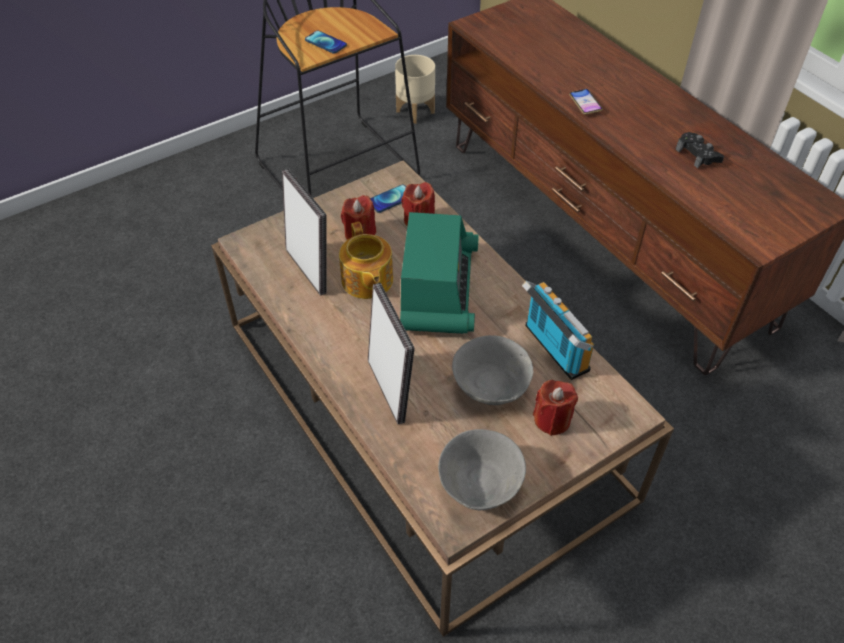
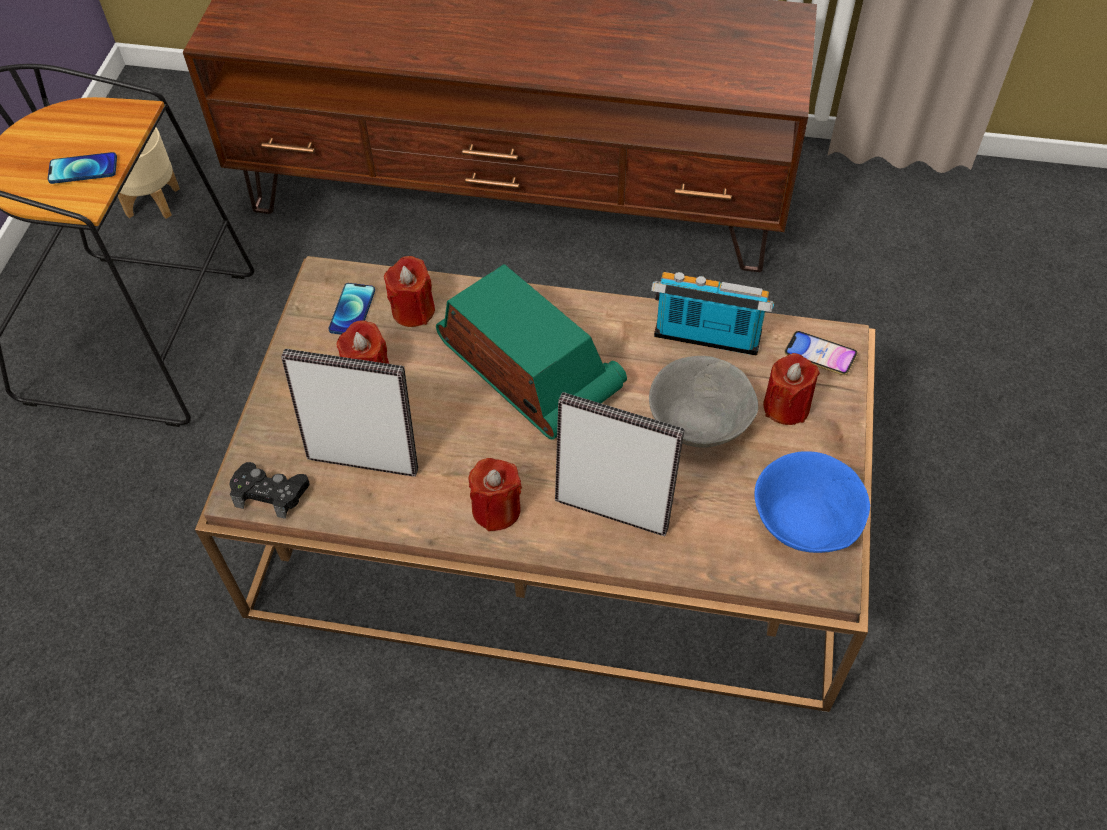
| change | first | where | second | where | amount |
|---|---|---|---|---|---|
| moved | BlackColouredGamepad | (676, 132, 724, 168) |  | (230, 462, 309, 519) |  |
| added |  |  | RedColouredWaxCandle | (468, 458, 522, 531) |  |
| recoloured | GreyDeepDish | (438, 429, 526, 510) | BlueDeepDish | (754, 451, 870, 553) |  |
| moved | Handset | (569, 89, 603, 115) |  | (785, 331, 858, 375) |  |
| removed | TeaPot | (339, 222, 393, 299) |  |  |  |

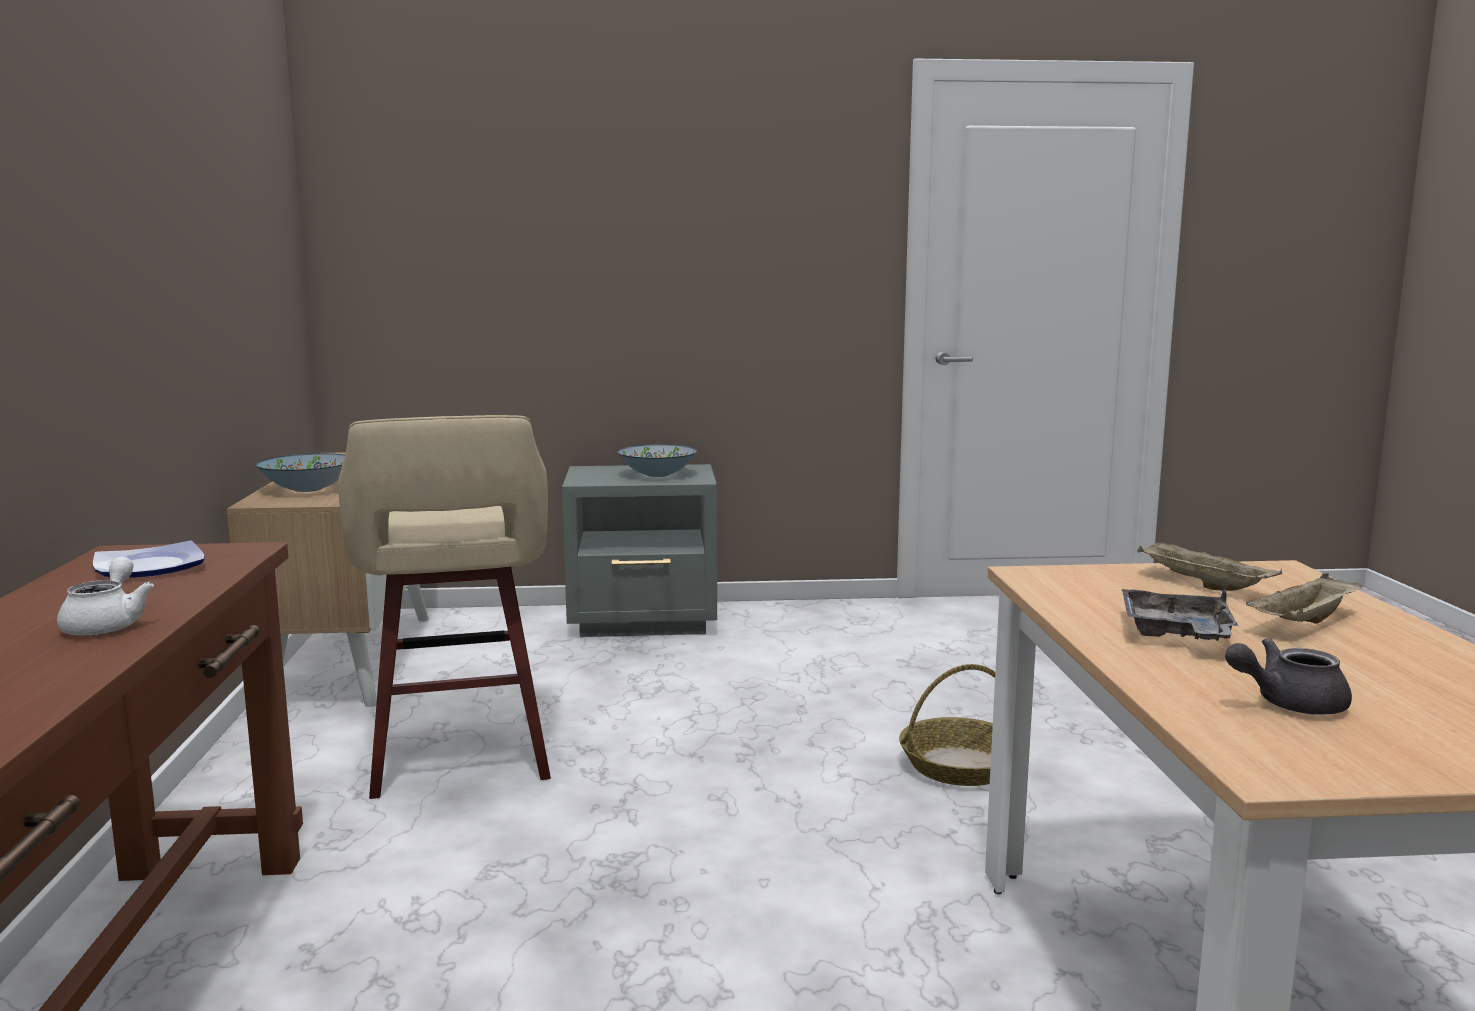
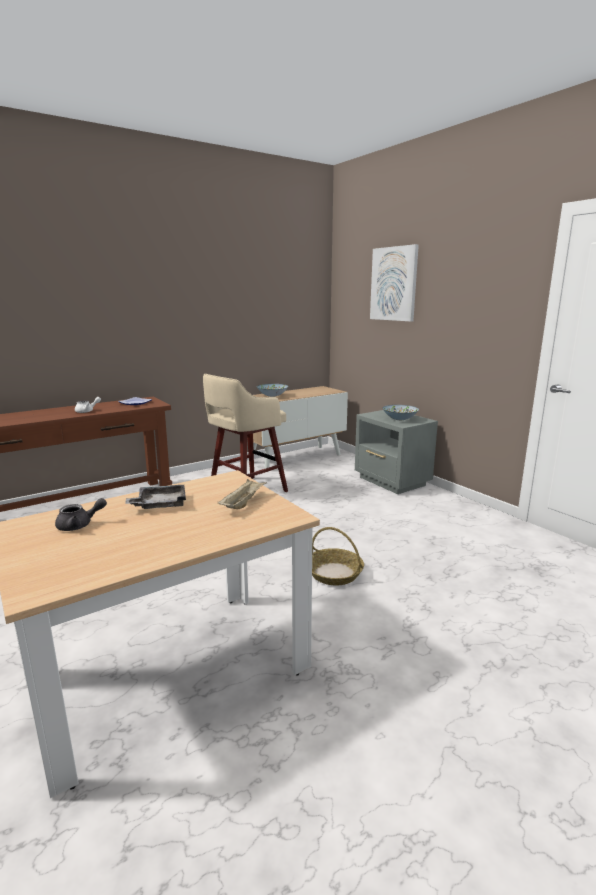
| change | first | where | second | where | amount |
|---|---|---|---|---|---|
| turned | GreyTeaPot | (1225, 638, 1352, 715) |  | (55, 498, 107, 531) | 105 degrees clockwise |
| added |  |  | WallPicture | (370, 244, 419, 322) |  |
| removed | SandColouredTray | (1246, 573, 1362, 624) |  |  |  |

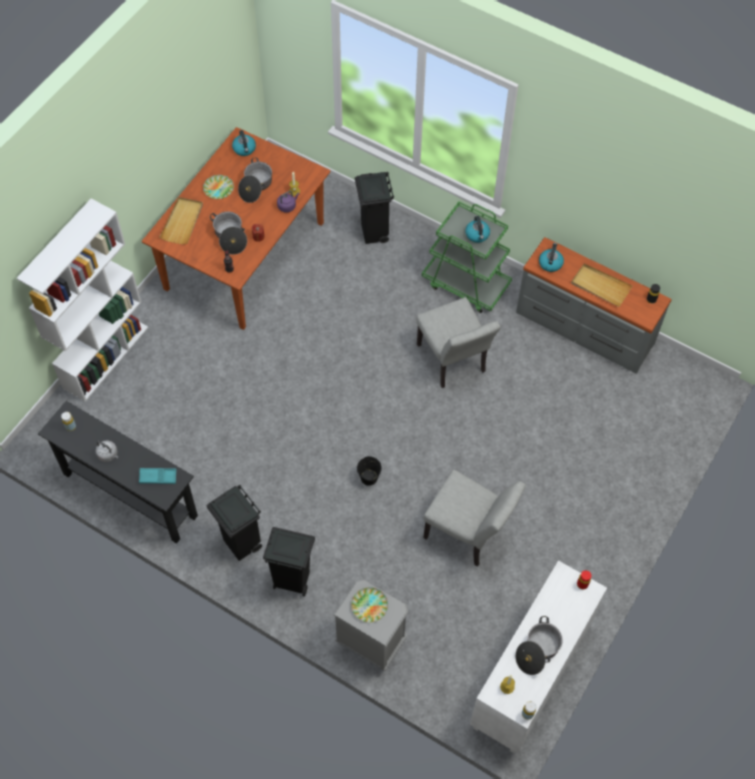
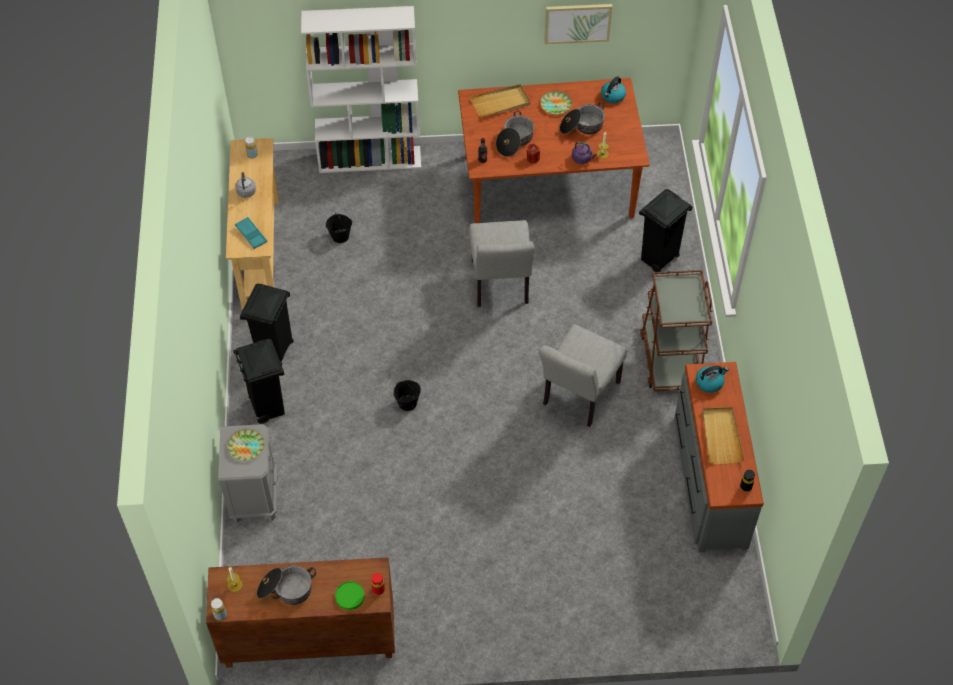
| change | first | where | second | where | amount |
|---|---|---|---|---|---|
| recoloured | WhitishCupboard | (470, 560, 607, 754) | BrownCupboard | (206, 557, 395, 668) |  |
| recoloured | BlackColouredConsoleTable | (38, 401, 198, 544) | SandColouredConsoleTable | (226, 138, 279, 309) |  |
| added |  |  | BlackColouredPail | (326, 212, 352, 243) |  |
| added |  |  | GreenishPlate | (335, 582, 364, 610) |  |
| moved | GreyPlainChair | (423, 470, 526, 567) |  | (469, 220, 535, 307) |  |
| added |  |  | WallPicture | (544, 4, 613, 44) |  |
| recoloured | GreenishCart | (422, 201, 512, 313) | BrownCart | (640, 270, 712, 391) |  |
| removed | WaterKettle | (465, 216, 490, 243) |  |  |  |

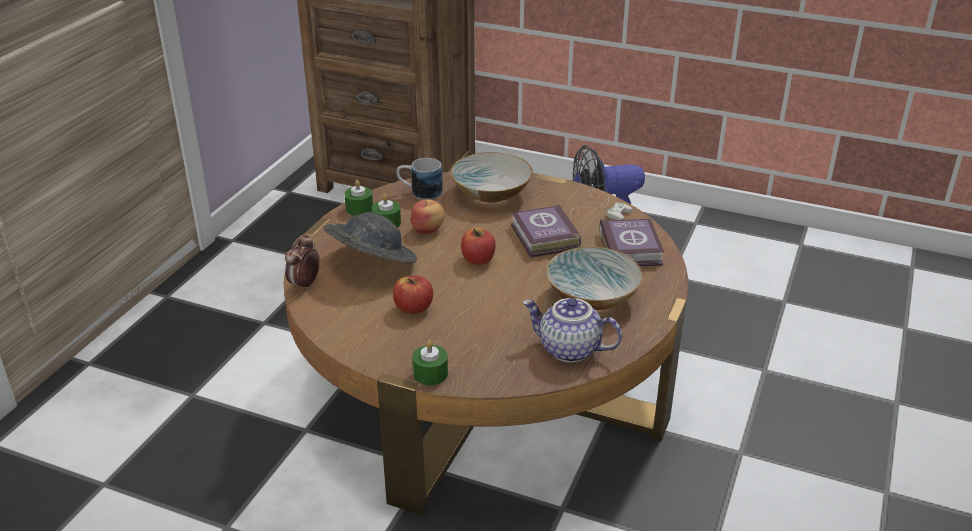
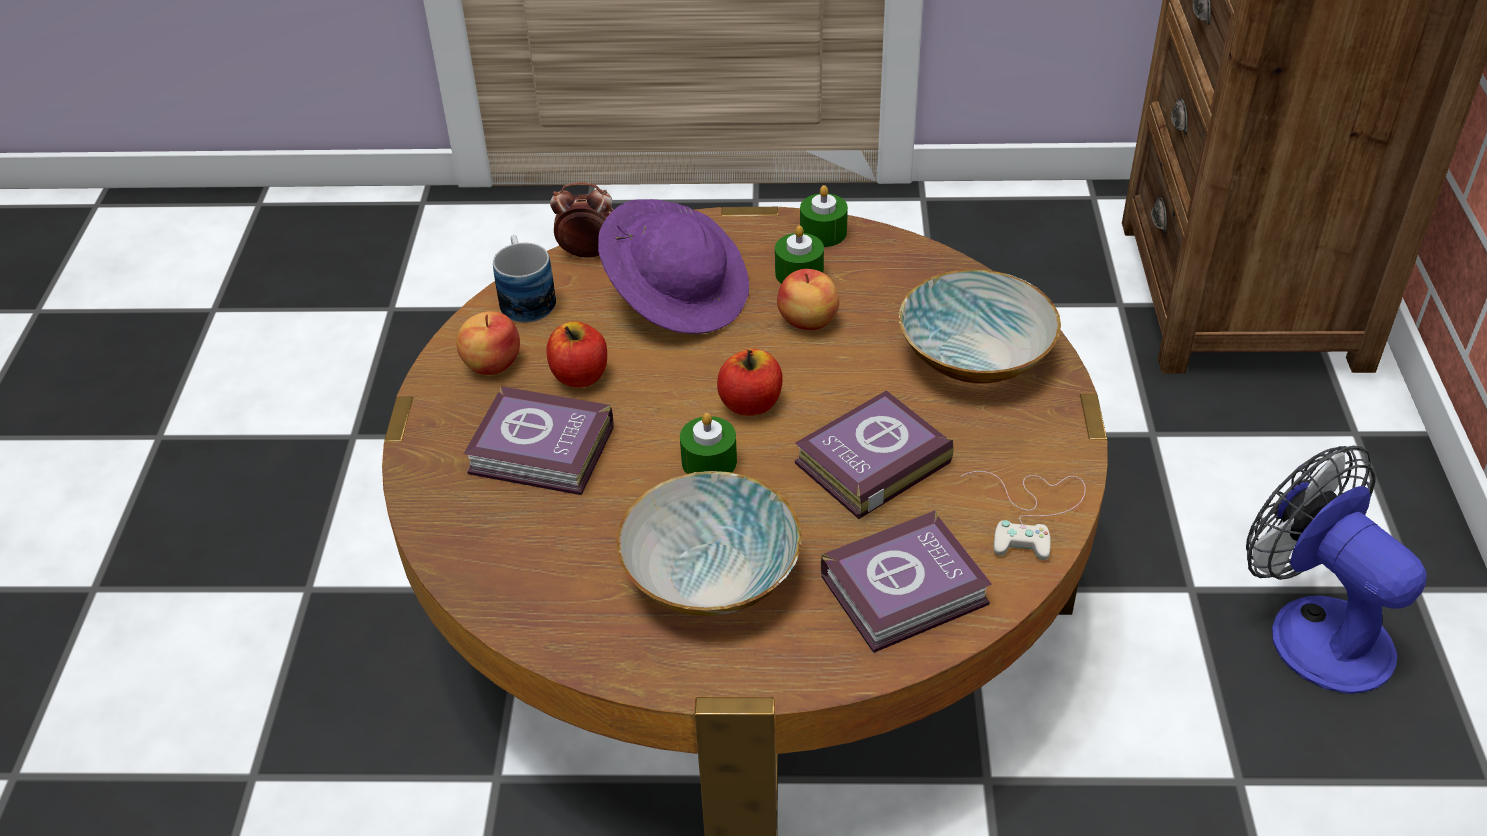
| change | first | where | second | where | amount |
|---|---|---|---|---|---|
| added |  |  | AppleFruit | (456, 311, 520, 375) |  |
| added |  |  | BoundBook | (464, 386, 613, 495) |  |
| moved | Mug | (397, 158, 443, 200) |  | (493, 235, 556, 323) |  |
| recoloured | GreyClothingHat | (323, 212, 417, 263) | PurpleClothingHat | (598, 199, 749, 334) |  |
| moved | GreenishWaxCandle | (412, 340, 448, 385) |  | (680, 413, 737, 474) |  |
| removed | TeaPot | (523, 298, 622, 363) |  |  |  |

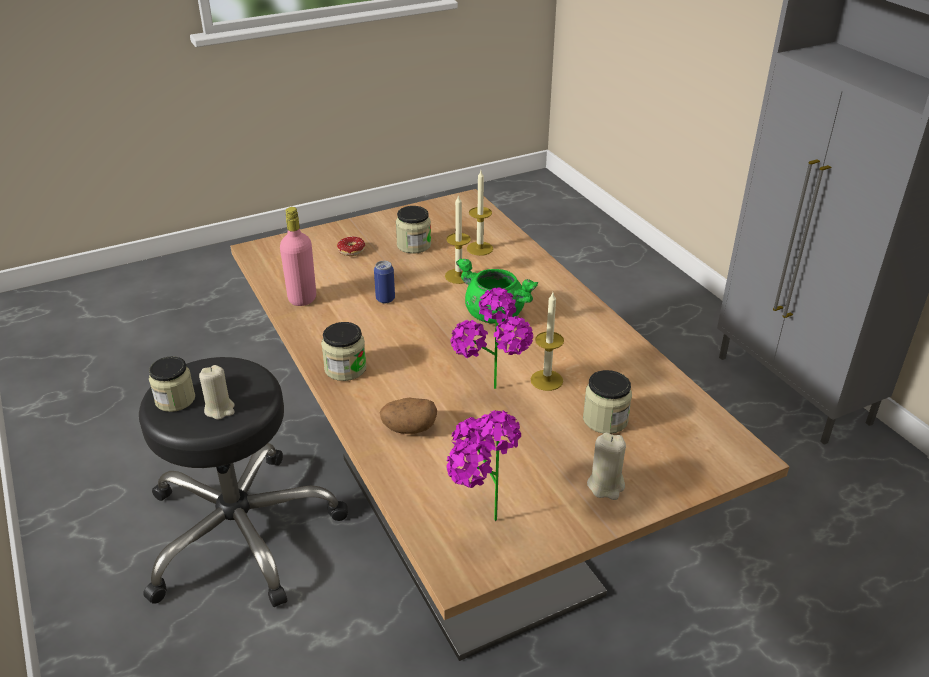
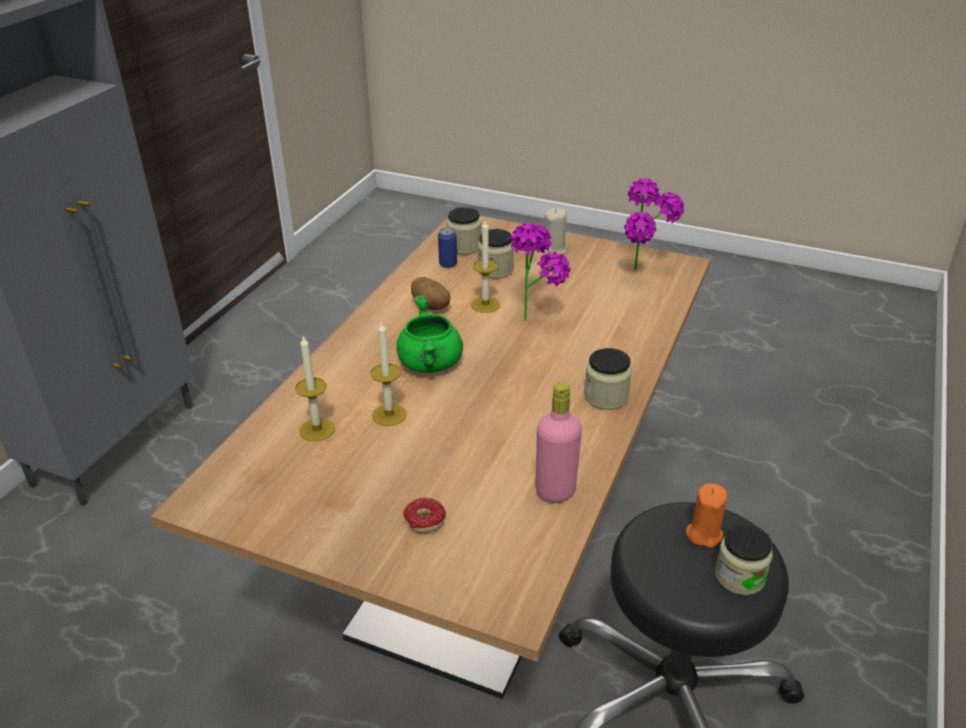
| change | first | where | second | where | amount |
|---|---|---|---|---|---|
| moved | Potato | (380, 397, 437, 434) |  | (411, 277, 450, 310) |  |
| moved | Can | (374, 261, 395, 303) |  | (438, 227, 457, 268) |  |
| moved | PreserveJar | (396, 206, 431, 254) |  | (446, 207, 481, 255) |  |
| recoloured | SandColouredWaxCandle | (199, 365, 234, 420) | OrangeWaxCandle | (686, 483, 727, 548) |  |

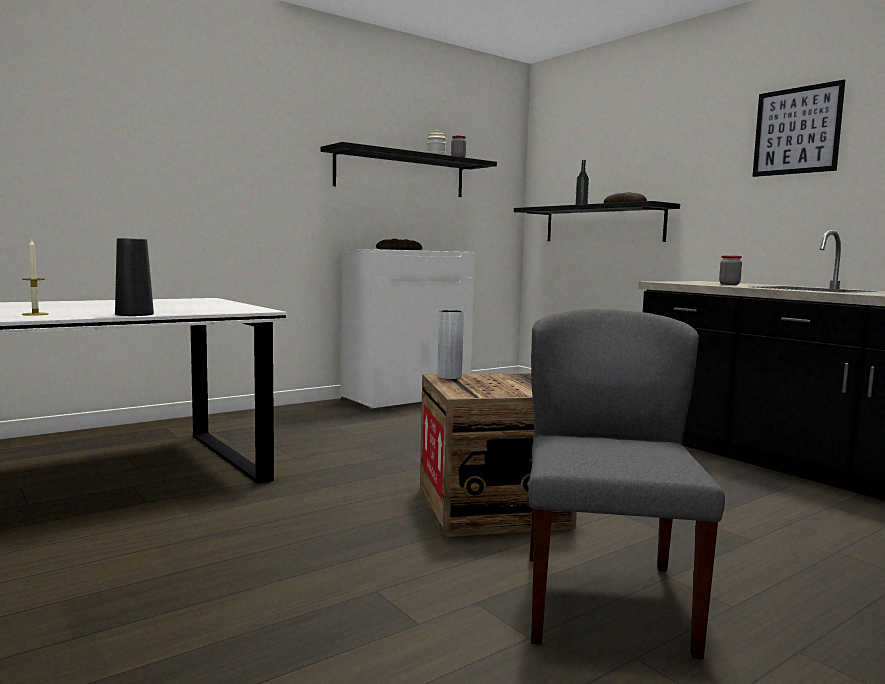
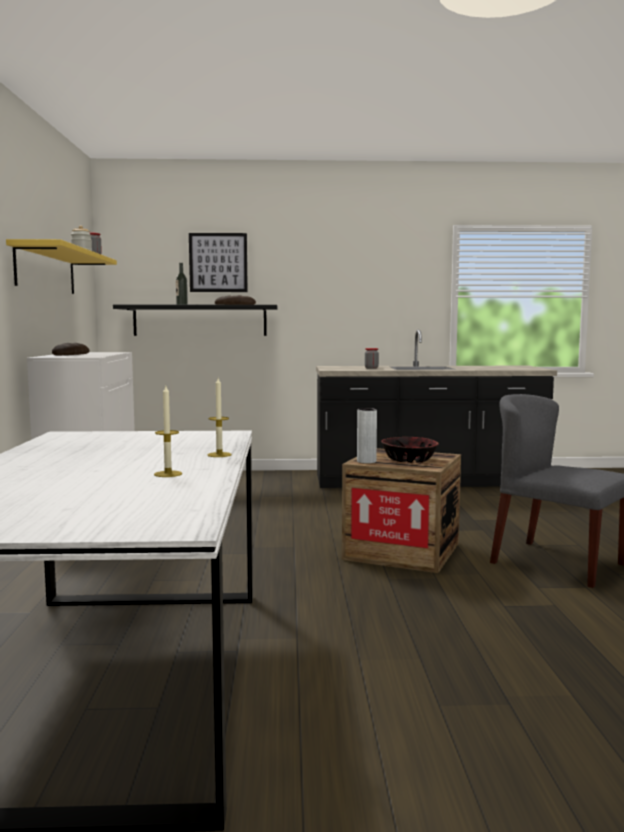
| change | first | where | second | where | amount |
|---|---|---|---|---|---|
| recoloured | BlackColouredWallShelf | (320, 142, 497, 197) | YellowWallShelf | (6, 239, 117, 294) |  |
| moved | WallPicture | (752, 80, 845, 177) |  | (189, 233, 248, 292) |  |
| replaced | BlackColouredFlowerVase | (115, 238, 154, 316) | WaxCandle | (207, 378, 232, 457) |  |
| added |  |  | DeepDish | (381, 437, 439, 463) |  |

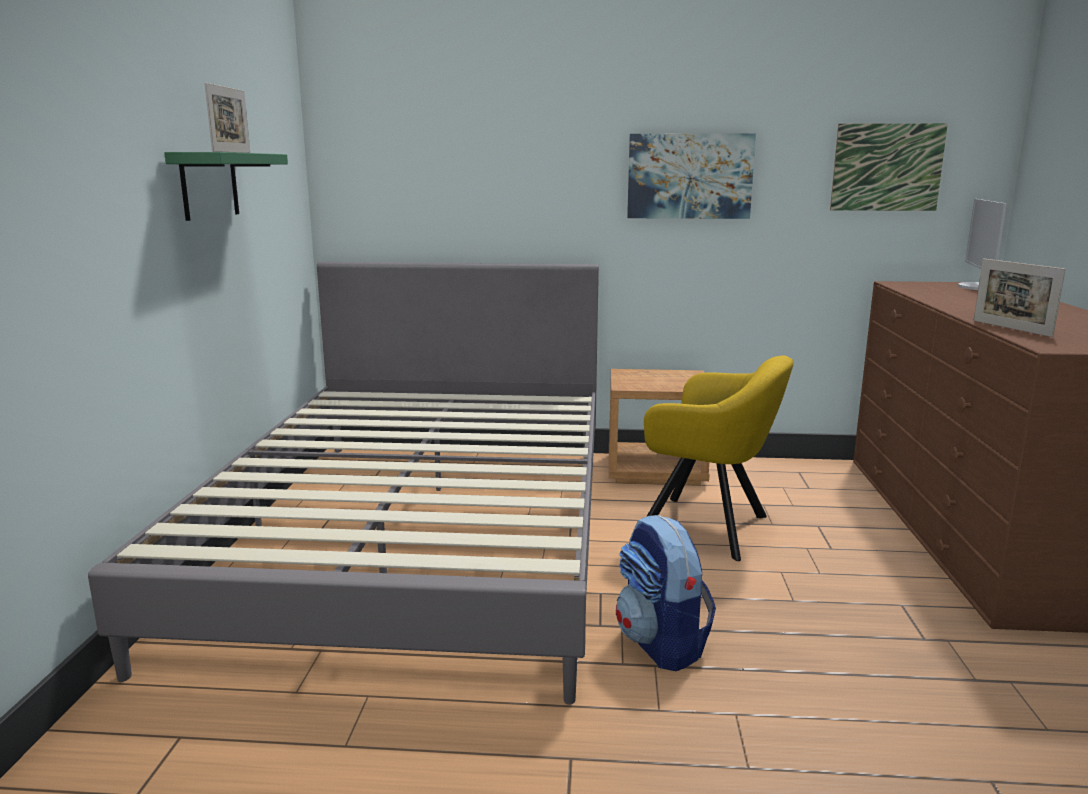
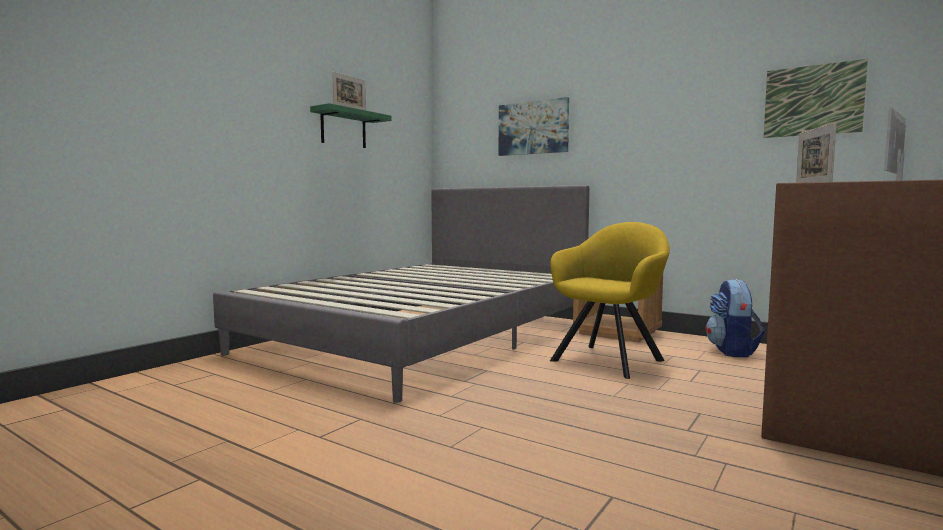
| change | first | where | second | where | amount |
|---|---|---|---|---|---|
| moved | WallPicture | (627, 133, 756, 219) |  | (499, 97, 569, 156) |  |
| turned | YellowLoungeChair | (644, 356, 794, 561) |  | (550, 222, 670, 379) | 105 degrees counterclockwise |
| moved | Backpack | (616, 515, 716, 671) |  | (705, 279, 765, 357) |  |

